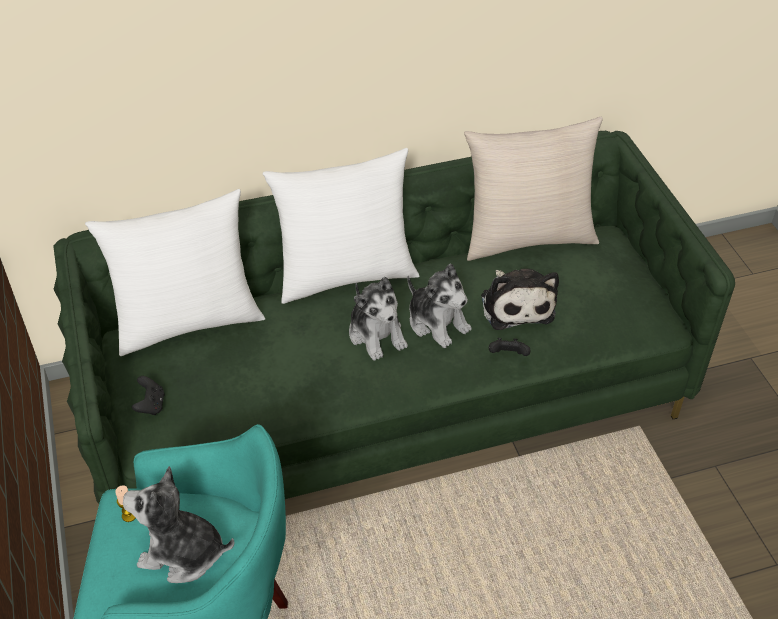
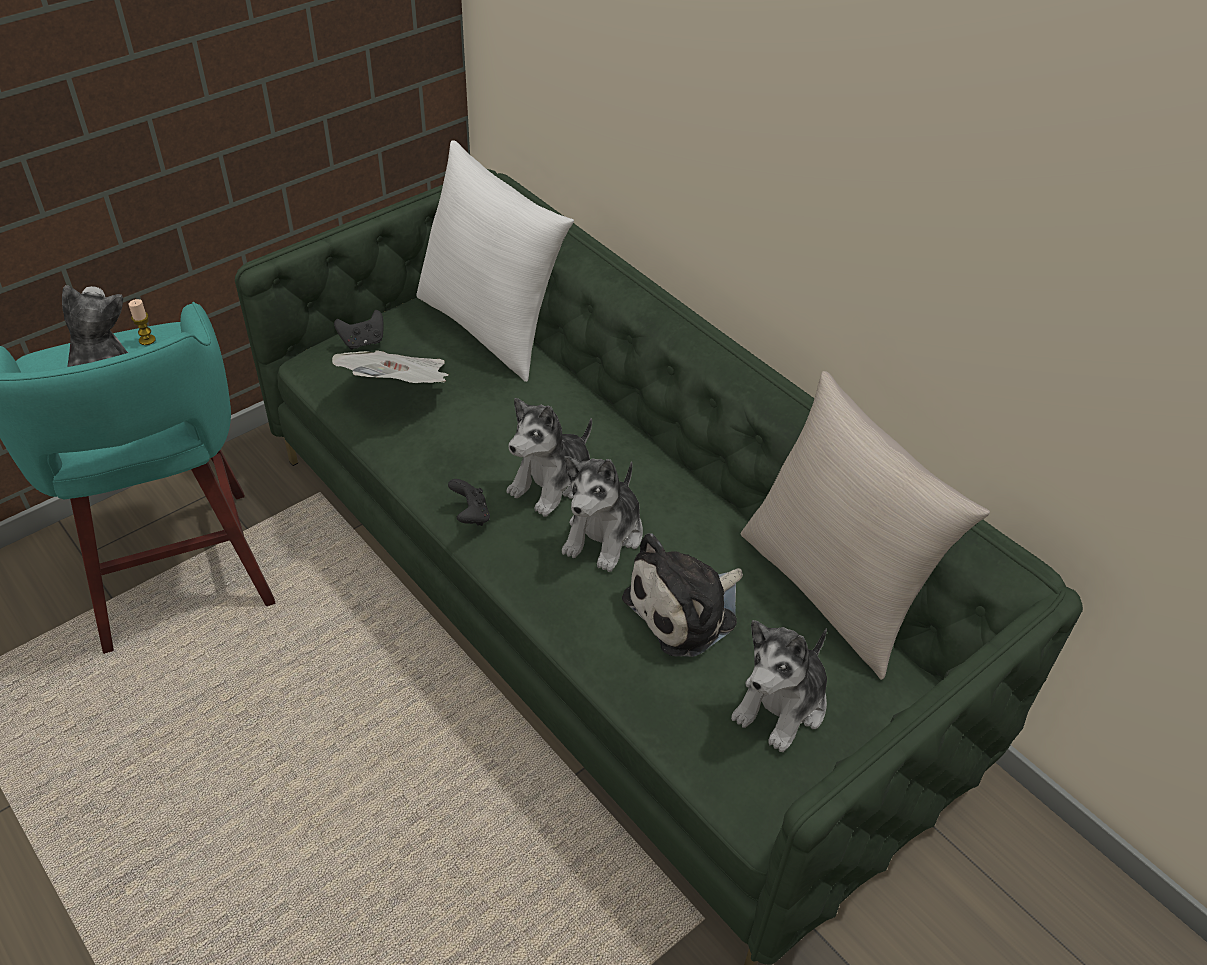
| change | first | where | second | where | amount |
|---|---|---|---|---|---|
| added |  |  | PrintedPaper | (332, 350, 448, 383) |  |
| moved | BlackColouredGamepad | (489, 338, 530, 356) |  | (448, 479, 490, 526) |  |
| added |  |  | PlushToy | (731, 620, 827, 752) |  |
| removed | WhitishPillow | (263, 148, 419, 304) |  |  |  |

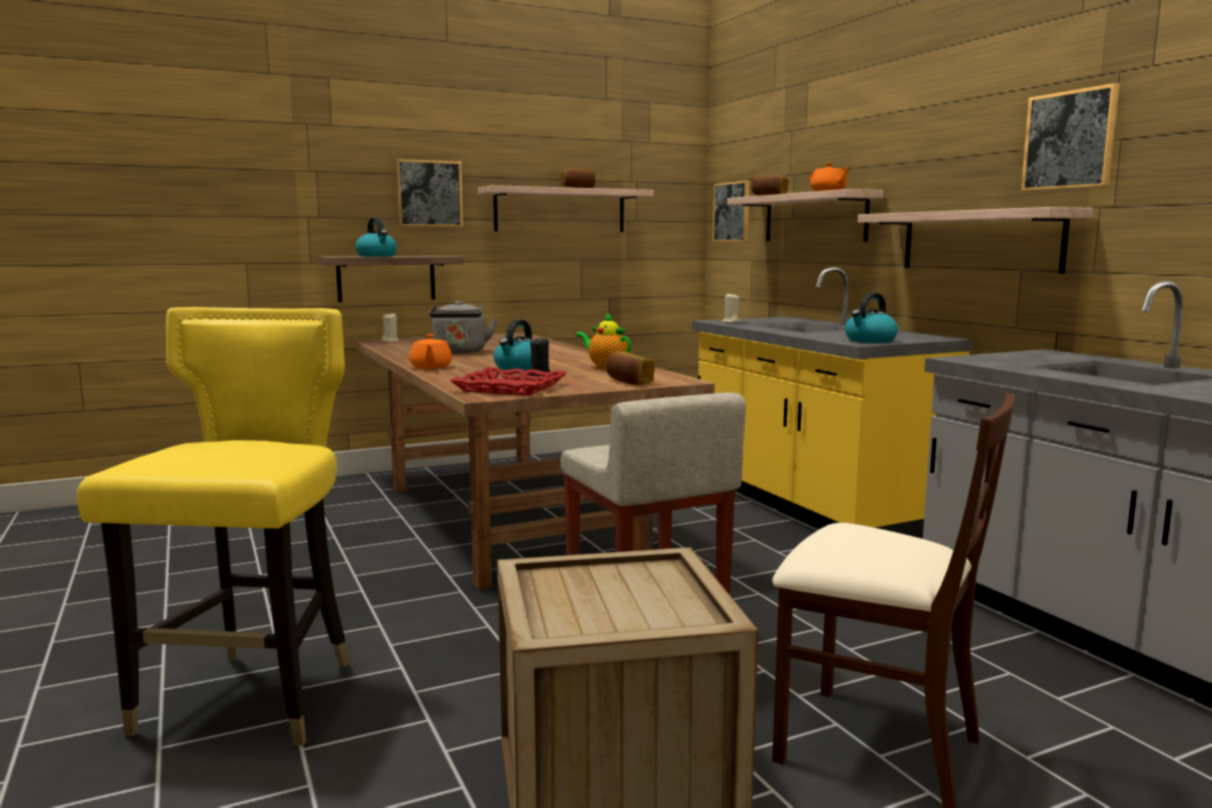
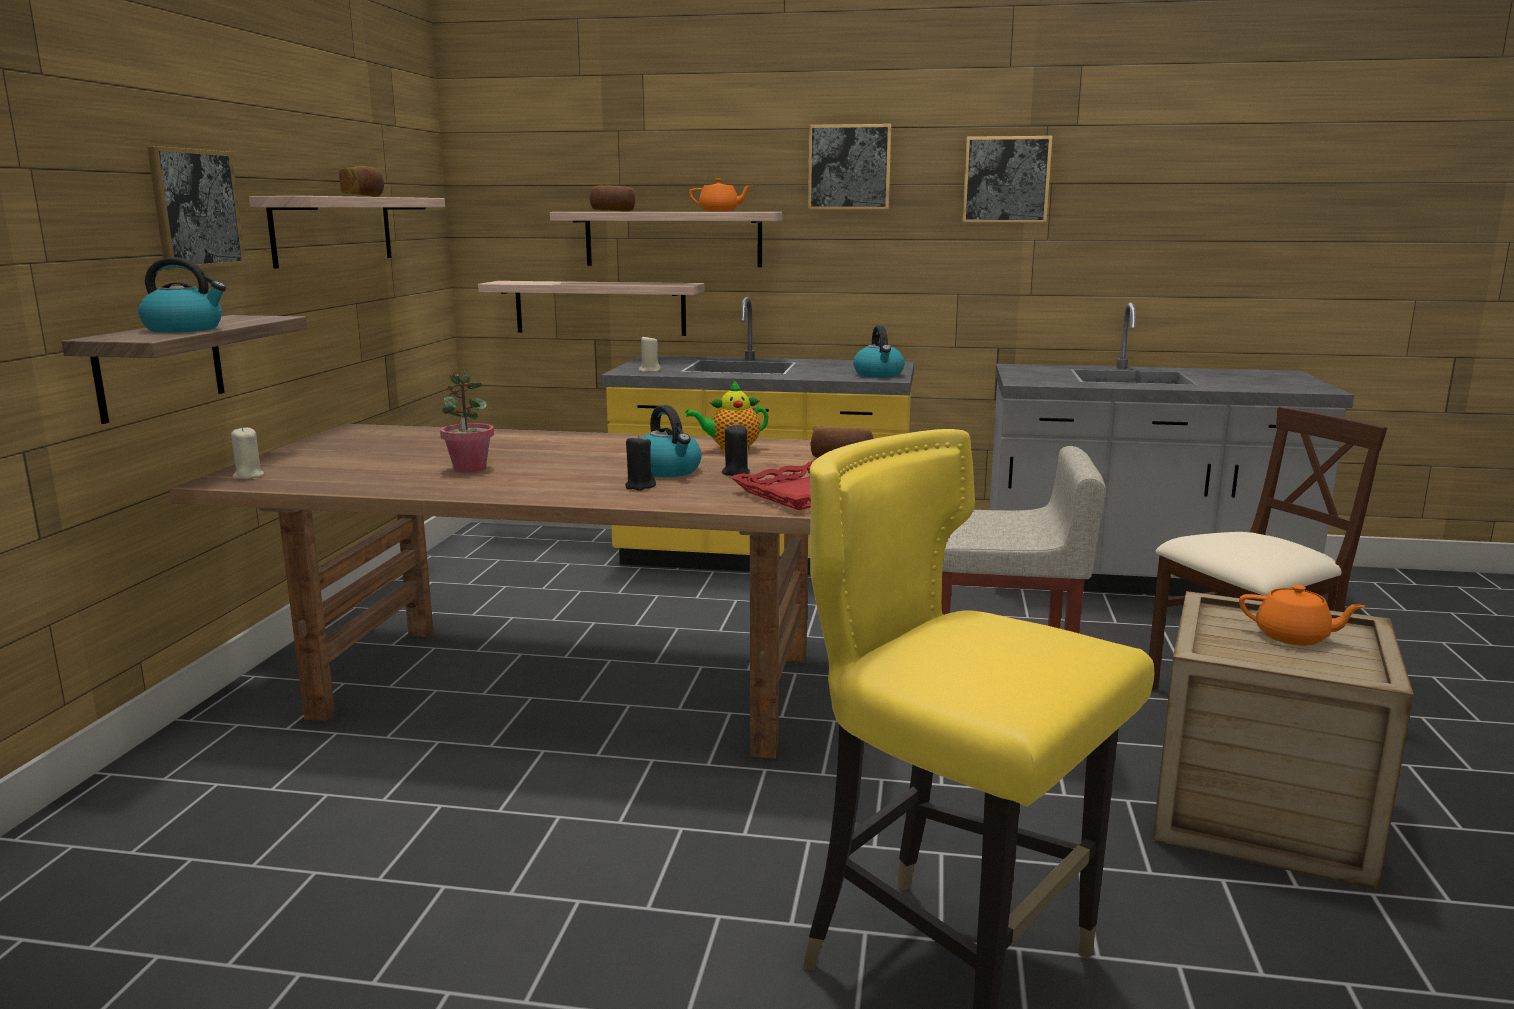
| change | first | where | second | where | amount |
|---|---|---|---|---|---|
| replaced | GreyWaterKettle | (429, 300, 497, 354) | PlantInAPot | (440, 369, 494, 473) |  |
| moved | WallShelf | (858, 207, 1093, 274) |  | (478, 281, 705, 336) |  |
| added |  |  | BlackColouredWaxCandle | (625, 435, 656, 491) |  |
| moved | WallPicture | (712, 180, 750, 242) |  | (808, 124, 891, 209) |  |
| moved | OrangeTeaPot | (409, 334, 452, 369) |  | (1239, 584, 1365, 645) |  |

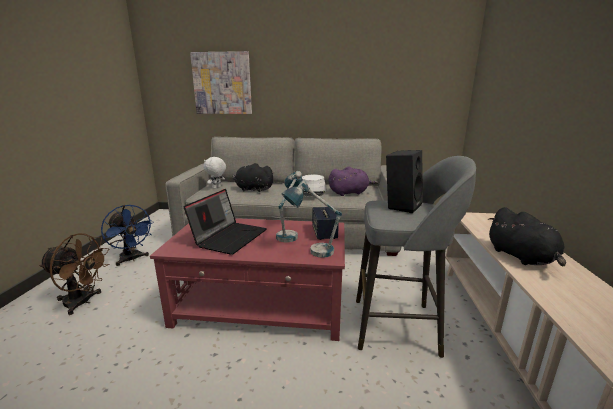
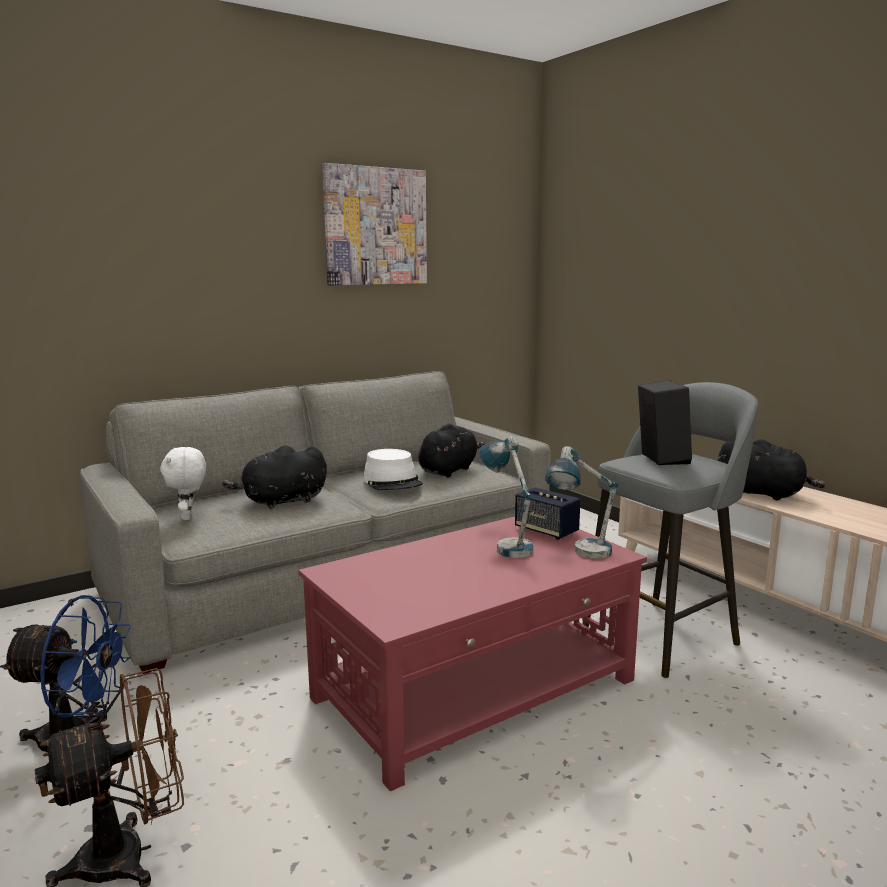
| change | first | where | second | where | amount |
|---|---|---|---|---|---|
| moved | WallPicture | (190, 51, 252, 114) |  | (322, 163, 427, 285) |  |
| recoloured | PurplePlushToy | (329, 166, 378, 196) | BlackColouredPlushToy | (419, 424, 486, 477) |  |
| removed | Laptop | (184, 189, 267, 255) |  |  |  |

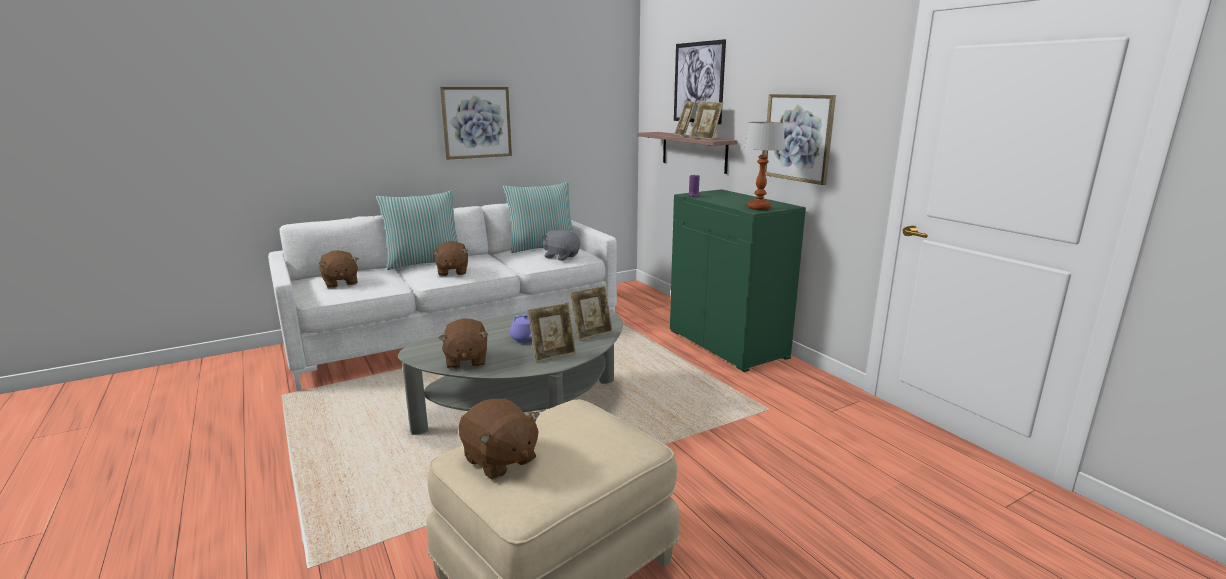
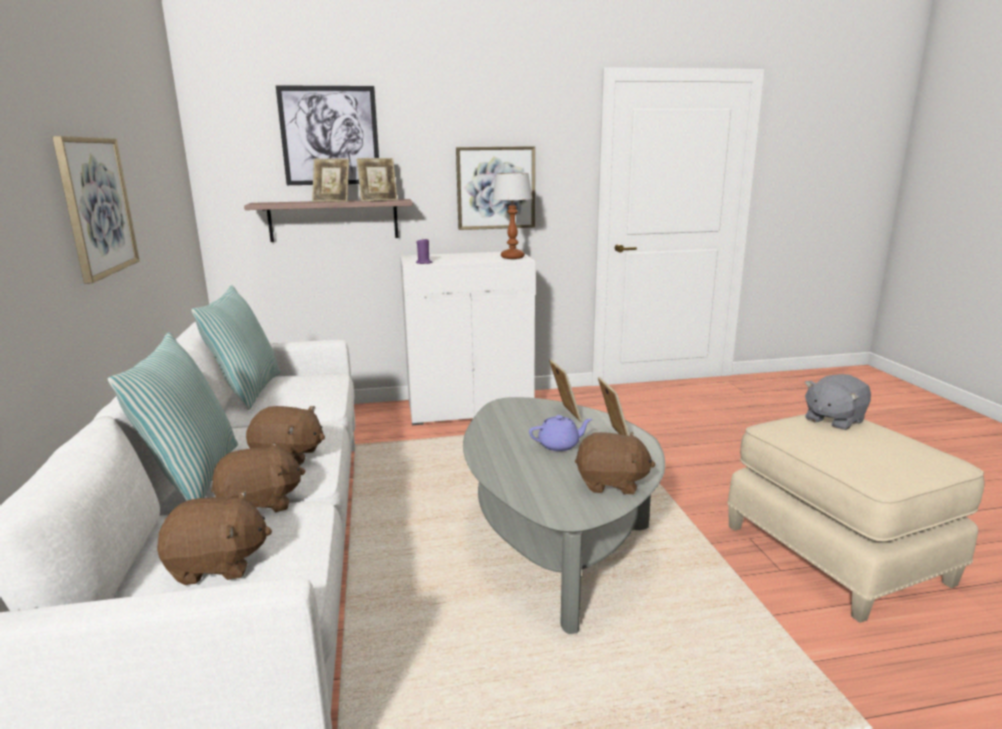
| change | first | where | second | where | amount |
|---|---|---|---|---|---|
| moved | BrownPlushToy | (459, 399, 540, 479) |  | (211, 442, 305, 512) |  |
| recoloured | GreenishCupboard | (670, 189, 806, 372) | WhitishCupboard | (400, 252, 535, 425) |  |
| moved | GreyPlushToy | (542, 230, 580, 261) |  | (805, 374, 871, 430) |  |

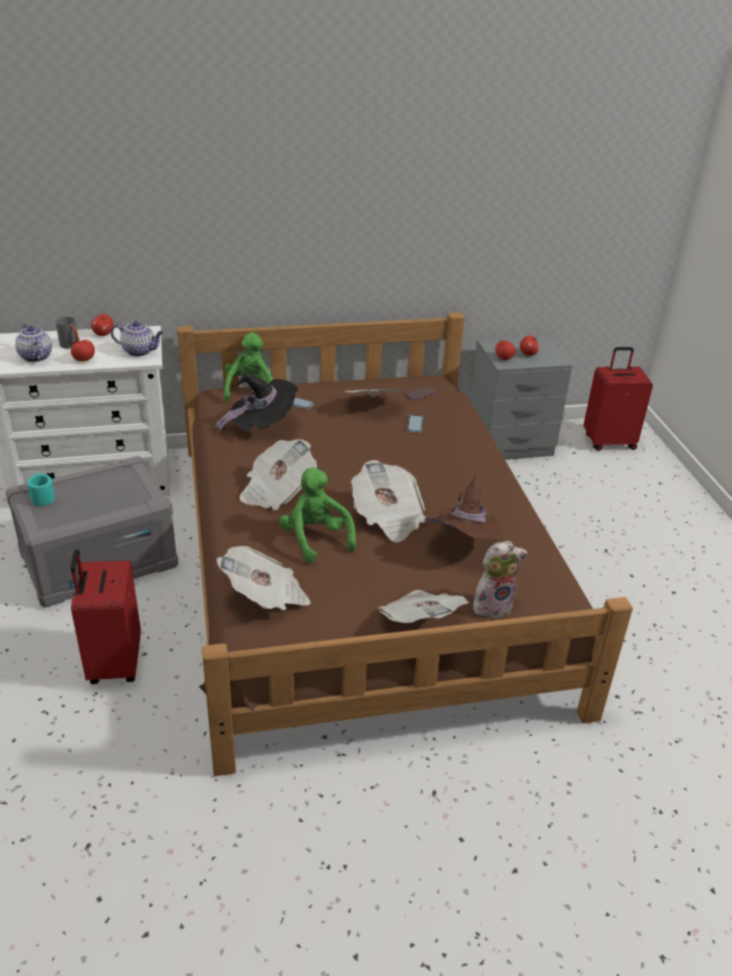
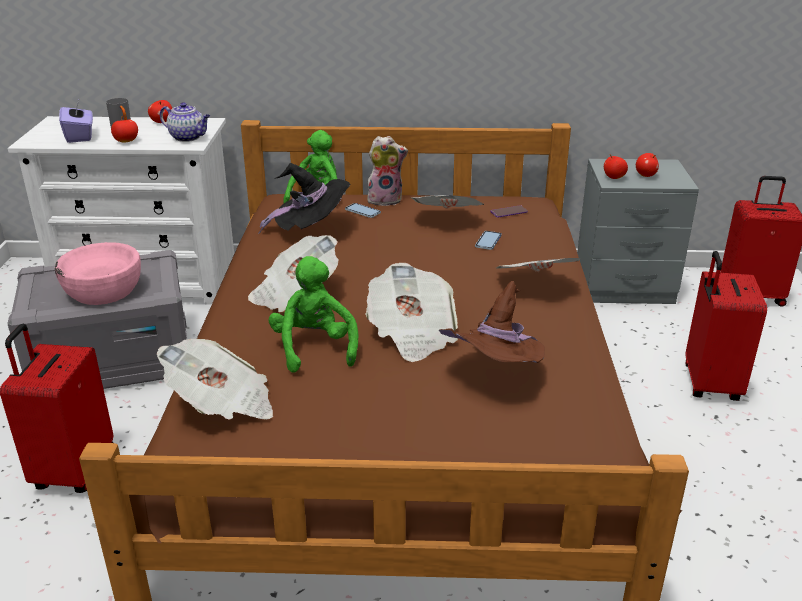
| change | first | where | second | where | amount |
|---|---|---|---|---|---|
| added |  |  | PinkishDeepDish | (55, 242, 141, 305) |  |
| replaced | TeaPot | (15, 324, 52, 362) | PurpleTissueBox | (59, 100, 93, 143) |  |
| moved | PlushToy | (473, 541, 527, 618) |  | (367, 136, 408, 206) |  |
| moved | PrintedPaper | (378, 590, 469, 623) |  | (496, 258, 581, 272) |  |
| added |  |  | RedColouredPieceOfLuggage | (686, 251, 767, 401) |  |
| removed | TurquoiseMug | (27, 473, 55, 506) |  |  |  |

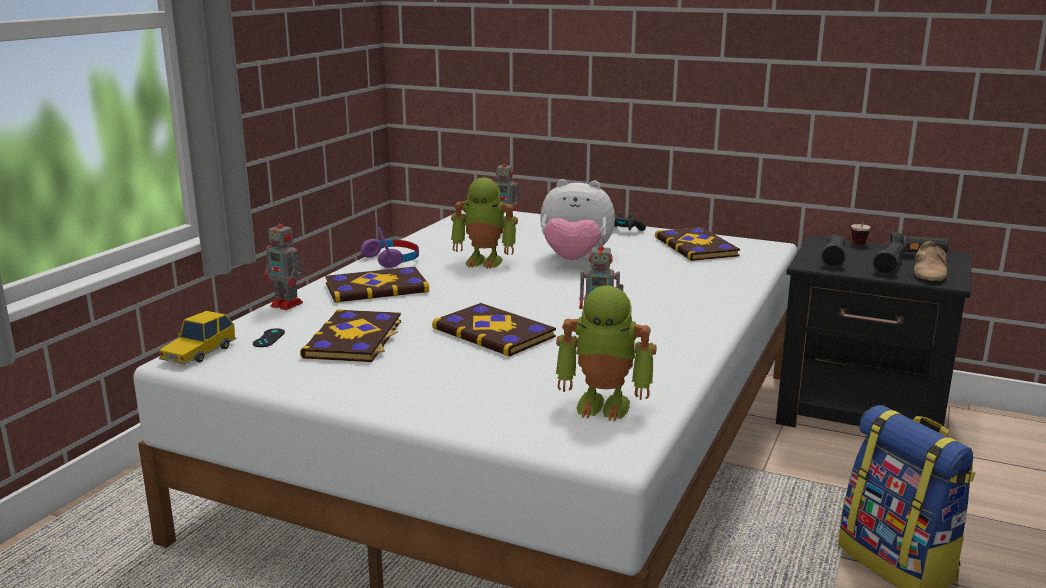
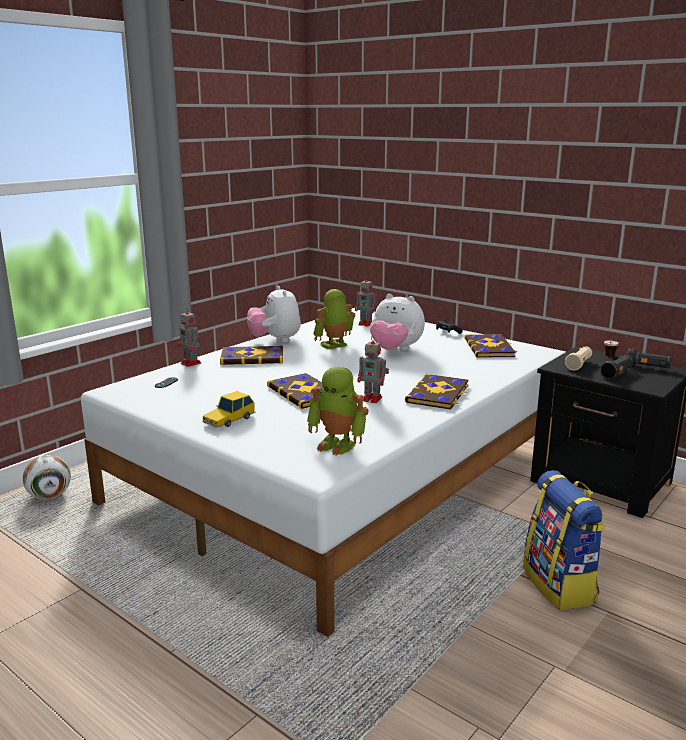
| change | first | where | second | where | amount |
|---|---|---|---|---|---|
| added |  |  | FootballBall | (23, 455, 71, 500) |  |
| moved | ToyCar | (159, 311, 237, 365) |  | (202, 391, 255, 428) |  |
| replaced | PurpleHeadset | (360, 227, 419, 268) | PlushToy | (247, 286, 301, 342) |  |
| turned | ModelRobot | (451, 178, 518, 269) |  | (313, 289, 355, 350) | 120 degrees clockwise |
| moved | BoundBook | (300, 309, 401, 362) |  | (405, 374, 469, 410) |  |
| recoloured | BlackColouredTorch | (821, 234, 846, 267) | SandColouredTorch | (565, 346, 592, 371) |  |
| removed | SandColouredShoe | (914, 240, 947, 281) |  |  |  |

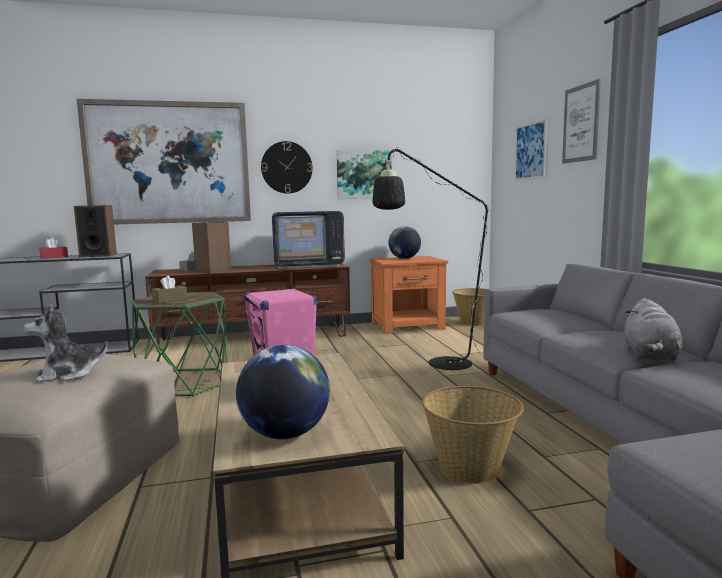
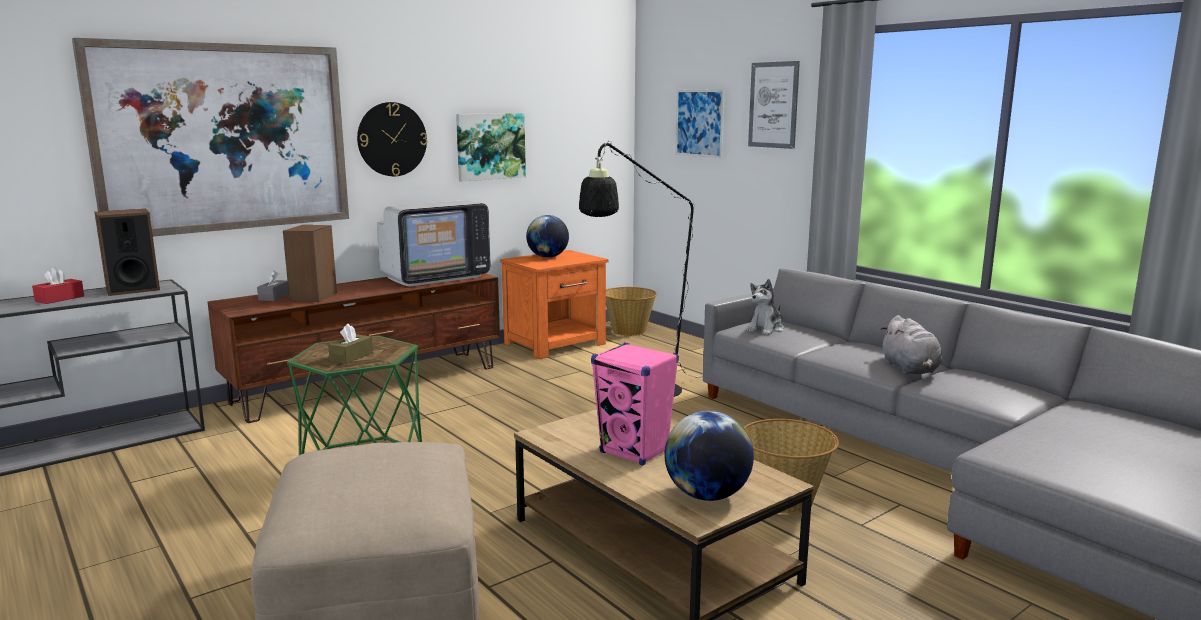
| change | first | where | second | where | amount |
|---|---|---|---|---|---|
| moved | PlushToy | (24, 304, 107, 383) |  | (747, 279, 784, 335) |  |

